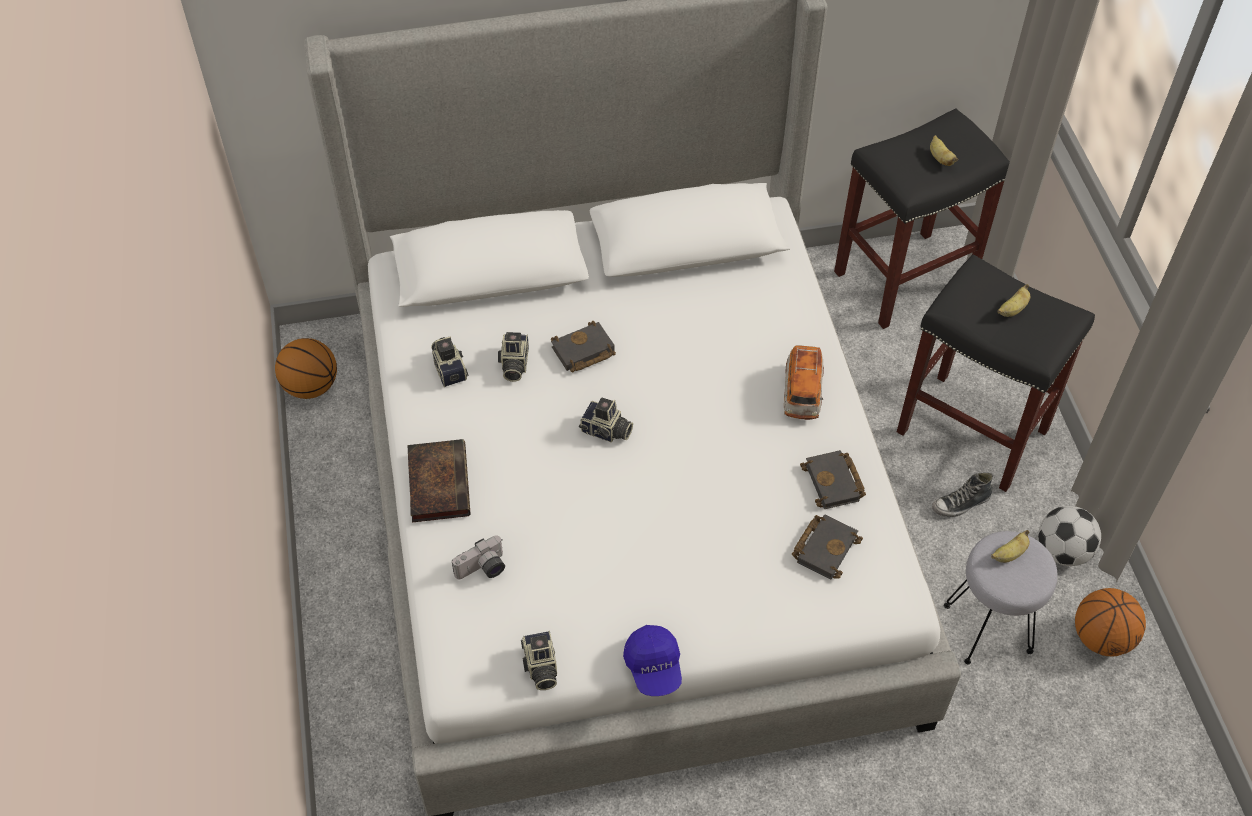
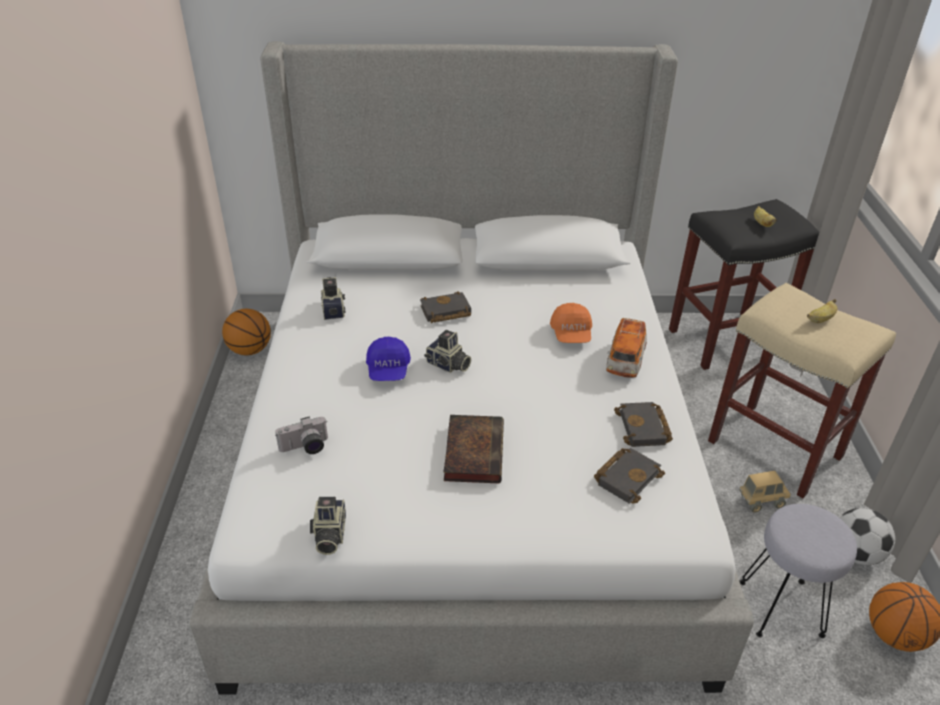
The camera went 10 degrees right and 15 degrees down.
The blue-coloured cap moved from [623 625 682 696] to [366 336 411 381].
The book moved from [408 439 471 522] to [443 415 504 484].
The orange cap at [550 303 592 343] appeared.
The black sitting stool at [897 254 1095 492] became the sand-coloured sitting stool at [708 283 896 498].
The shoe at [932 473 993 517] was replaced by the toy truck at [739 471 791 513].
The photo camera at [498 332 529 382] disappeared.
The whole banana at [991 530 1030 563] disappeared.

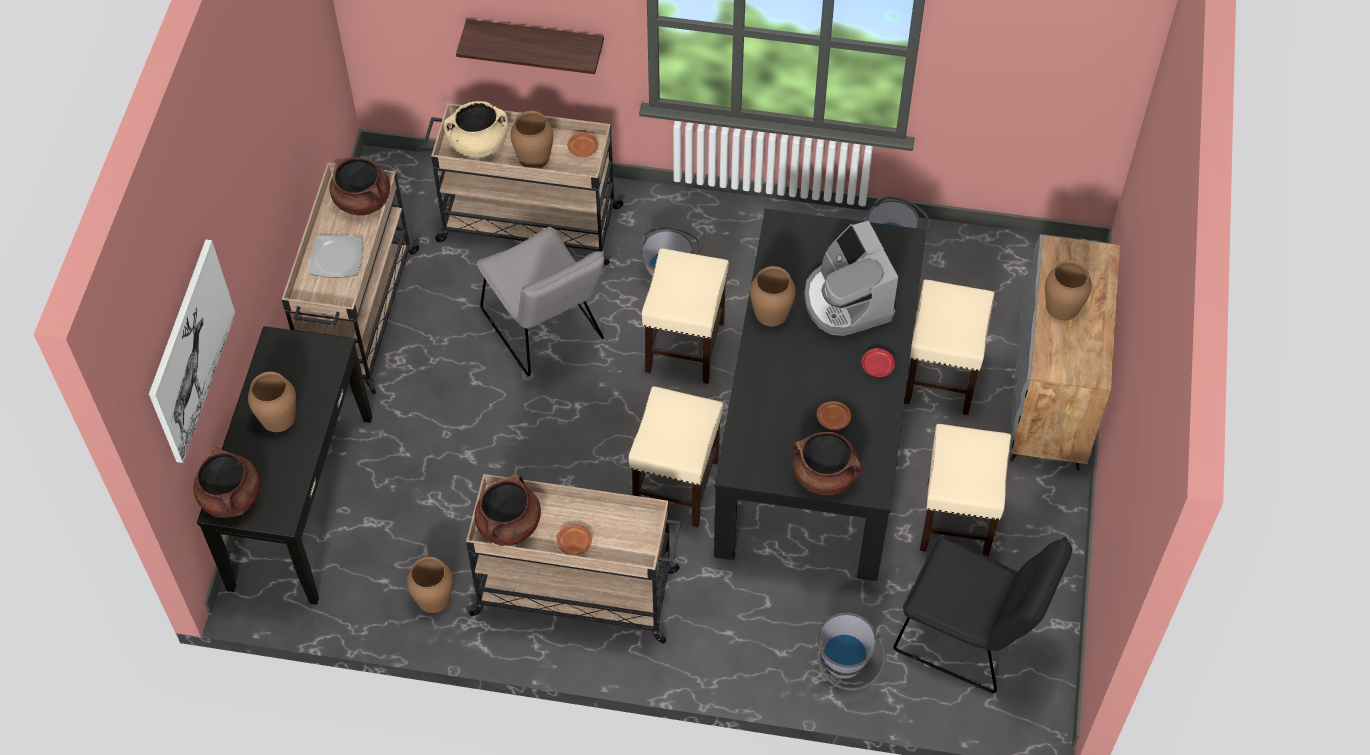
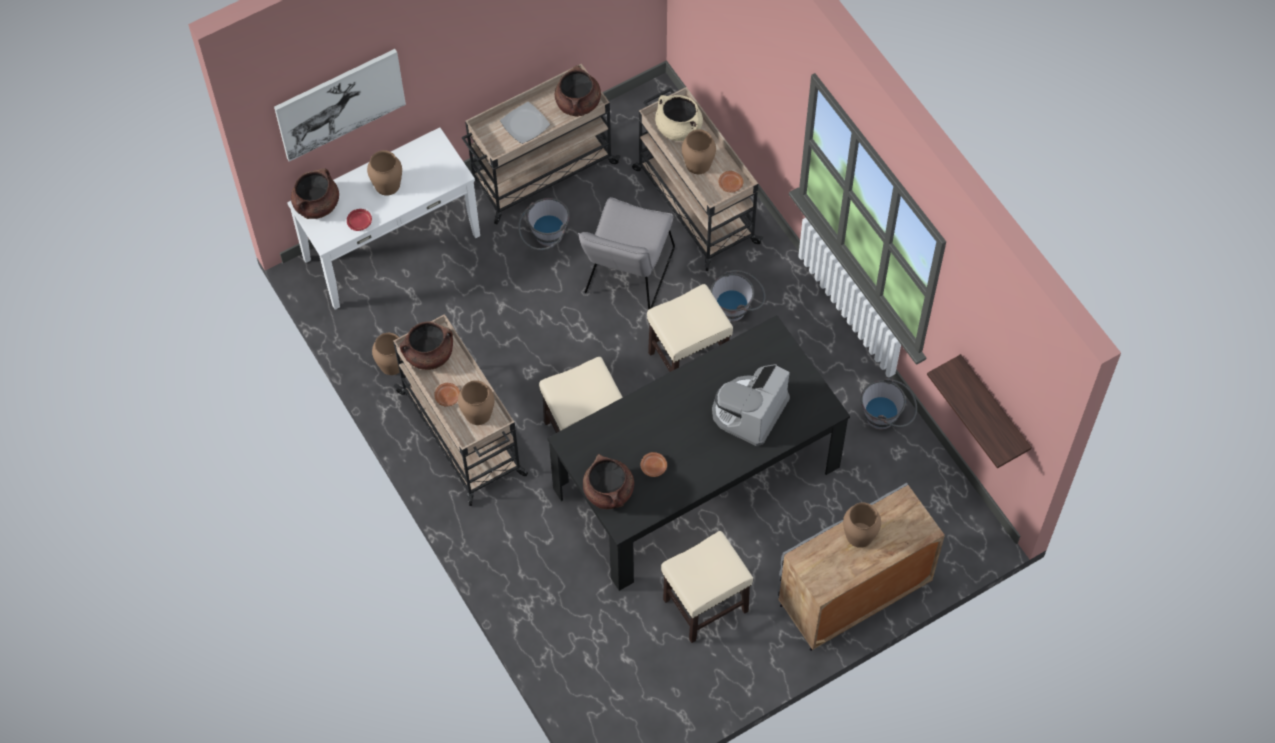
The camera went 50 degrees right and 5 degrees up.
The black console table at [197 326 372 605] became the white-coloured console table at [287 127 480 310].
The red dinner plate moved from [861 348 895 377] to [347 209 372 231].
The brownish decorative vase moved from [750 266 796 326] to [458 380 495 425].
The gray bucket moved from [817 612 886 691] to [518 198 570 250].
The bracket shelf moved from [456 19 604 74] to [927 354 1032 468].
The black plain chair at [893 536 1072 693] disappeared.
The sand-coloured sitting stool at [904 280 995 415] disappeared.

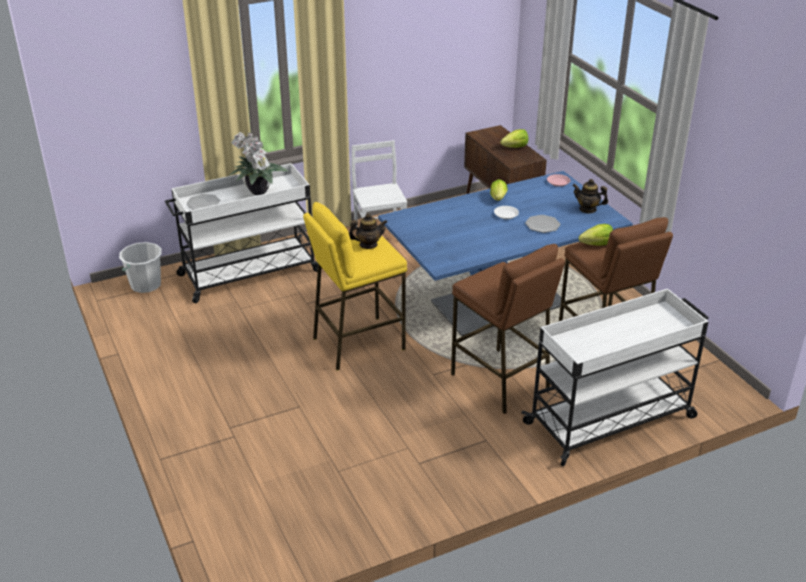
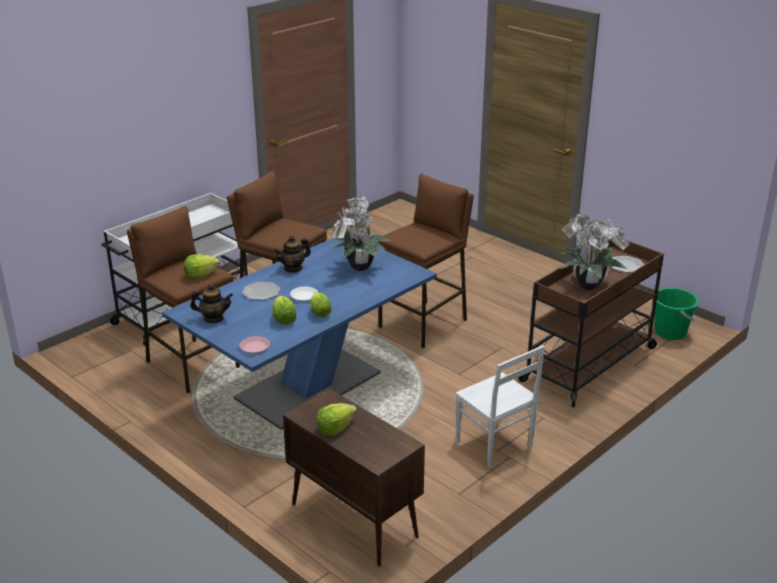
The camera went 160 degrees right and 5 degrees down.
The lettuce at [272 296 297 324] appeared.
The teapot moved from [349 213 387 249] to [274 236 311 273].
The houseplant at [330 195 391 271] appeared.
The yellow-coloured sitting stool at [303 202 407 371] became the brownish sitting stool at [378 174 474 348].
The white-coloured cart at [165 163 322 303] became the brownish cart at [518 238 664 407].
The white-coloured bucket at [119 242 162 293] became the green-coloured bucket at [655 288 699 340].

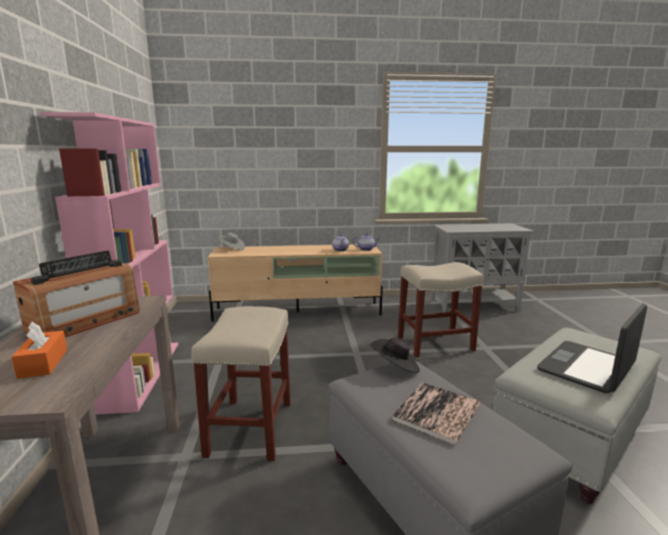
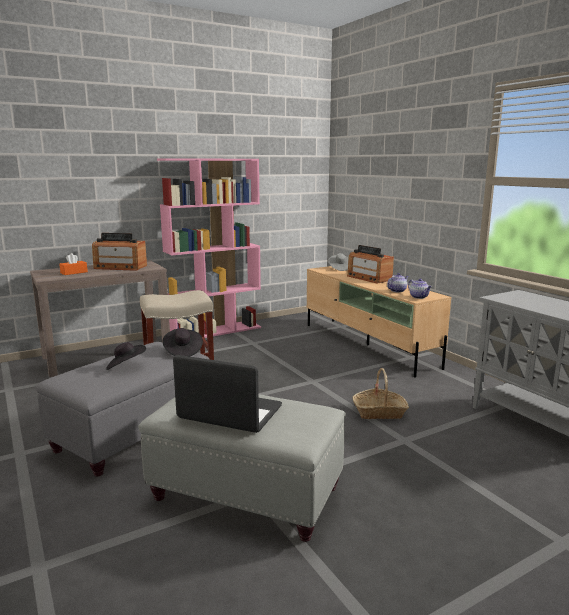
The camera went 65 degrees right and 0 degrees up.
The book at [391 382 480 445] was replaced by the black hat at [106 342 146 370].
The radio receiver at [347 245 394 284] appeared.
The sand-coloured sitting stool at [398 262 484 358] was replaced by the household basket at [352 368 409 419].

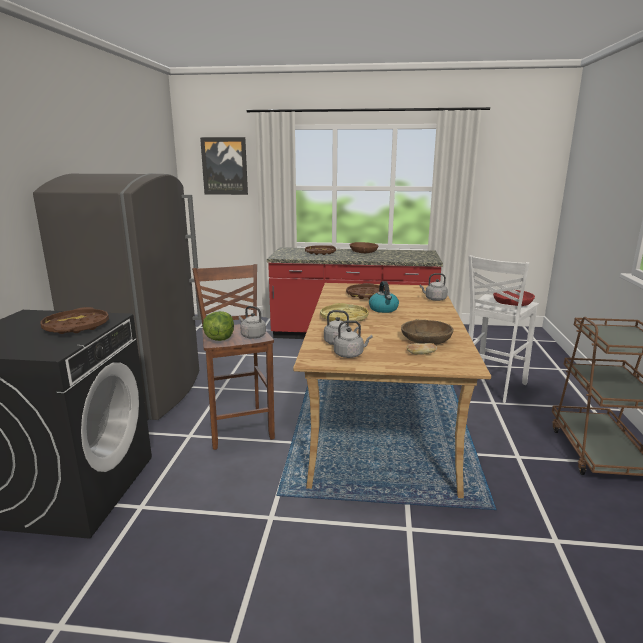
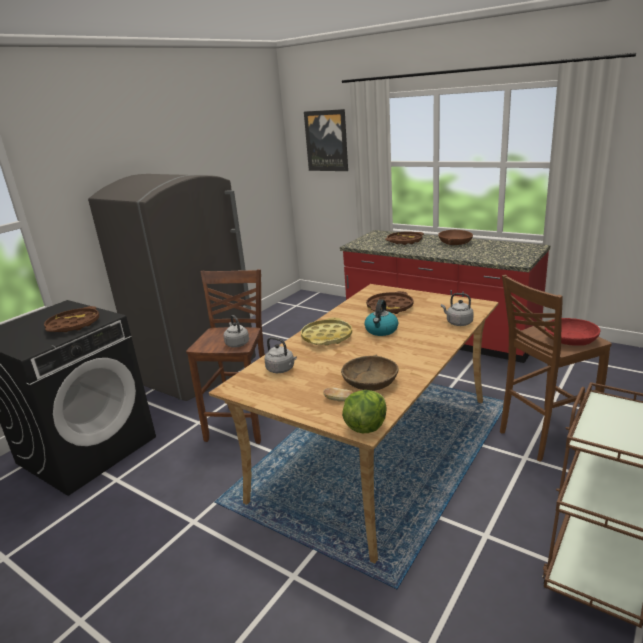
The camera went 30 degrees right and 5 degrees up.
The lettuce moved from [203 311 234 341] to [342 390 386 433].
The white-coloured sitting stool at [468 255 539 403] became the brownish sitting stool at [500 275 612 462].
The gray kettle at [334 320 373 358] disappeared.

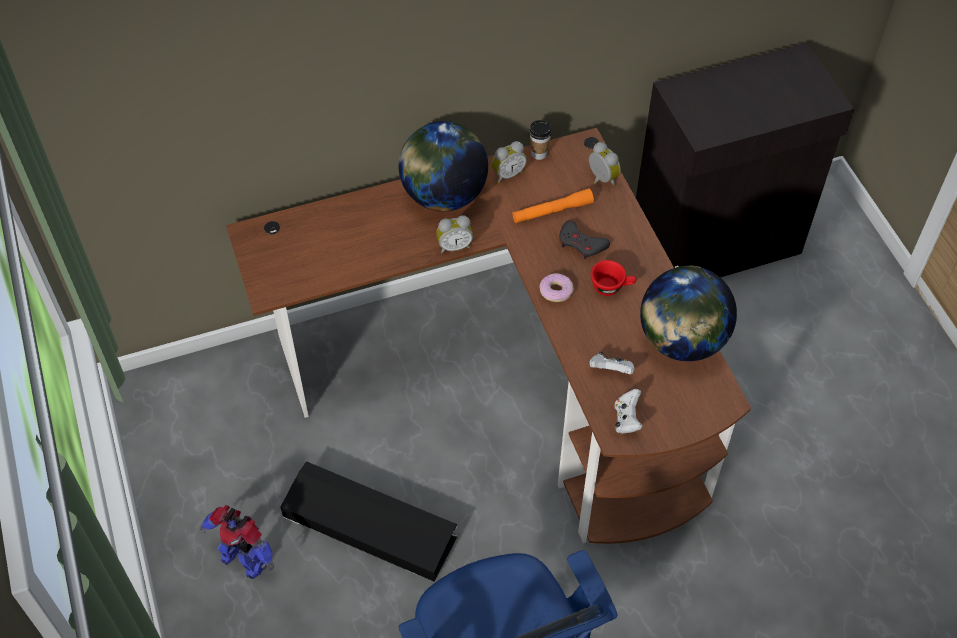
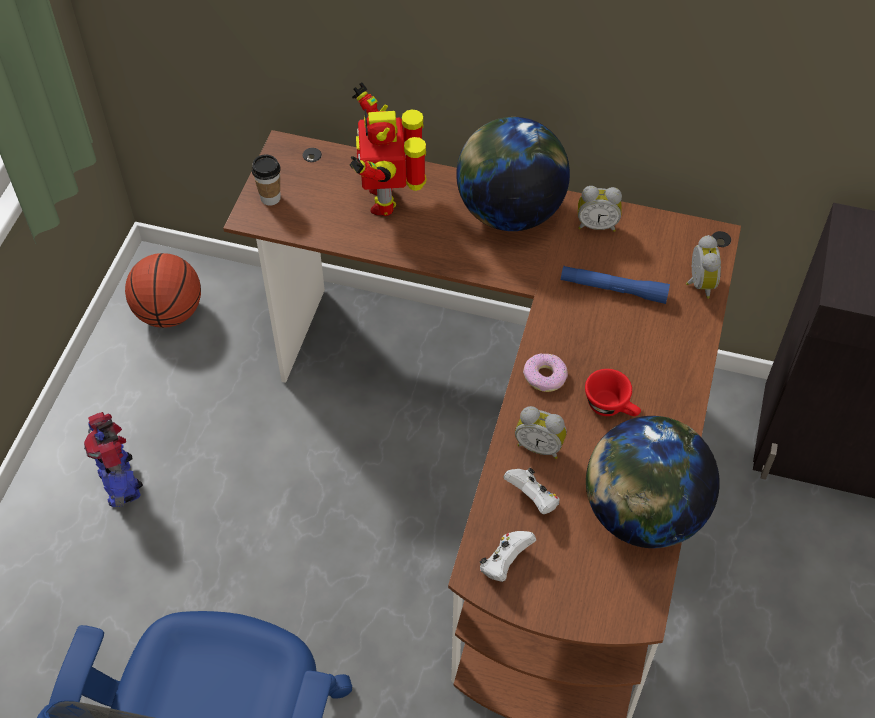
The camera went 35 degrees right and 0 degrees up.
The basketball at [125 253 201 328] appeared.
The cup moved from [529 120 552 160] to [252 154 281 206].
The model robot at [350 82 426 216] appeared.
The table clock moved from [436 215 473 254] to [515 406 567 459].
The orange hand torch at [512 188 594 223] became the blue-coloured hand torch at [561 266 670 304].
The black storage box at [280 461 459 582] disappeared.
The gray gamepad at [559 220 610 259] disappeared.

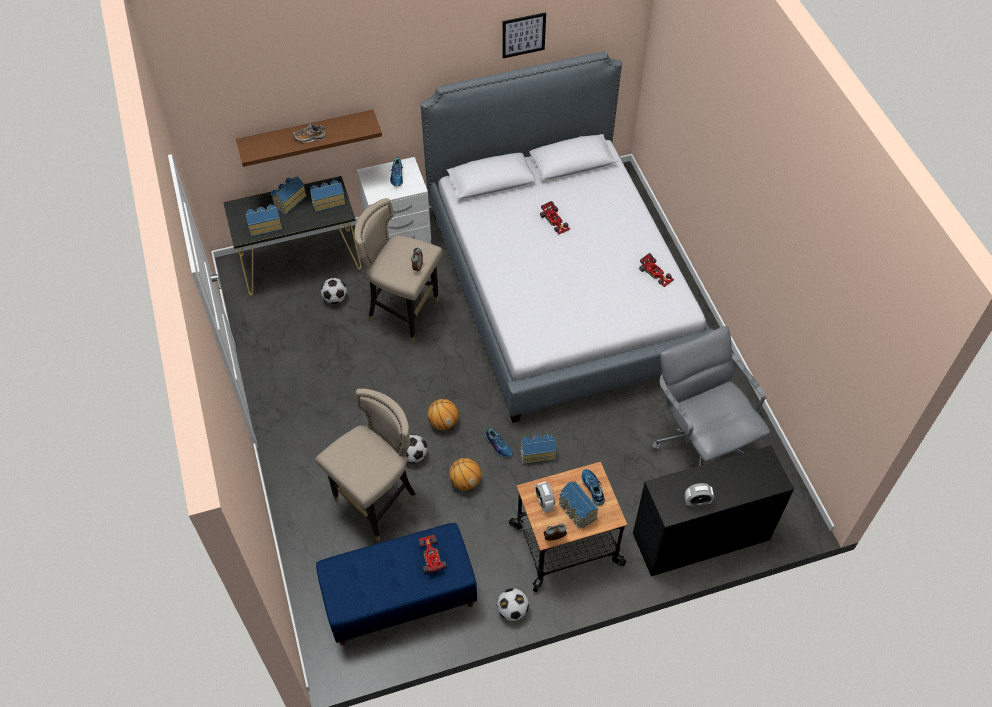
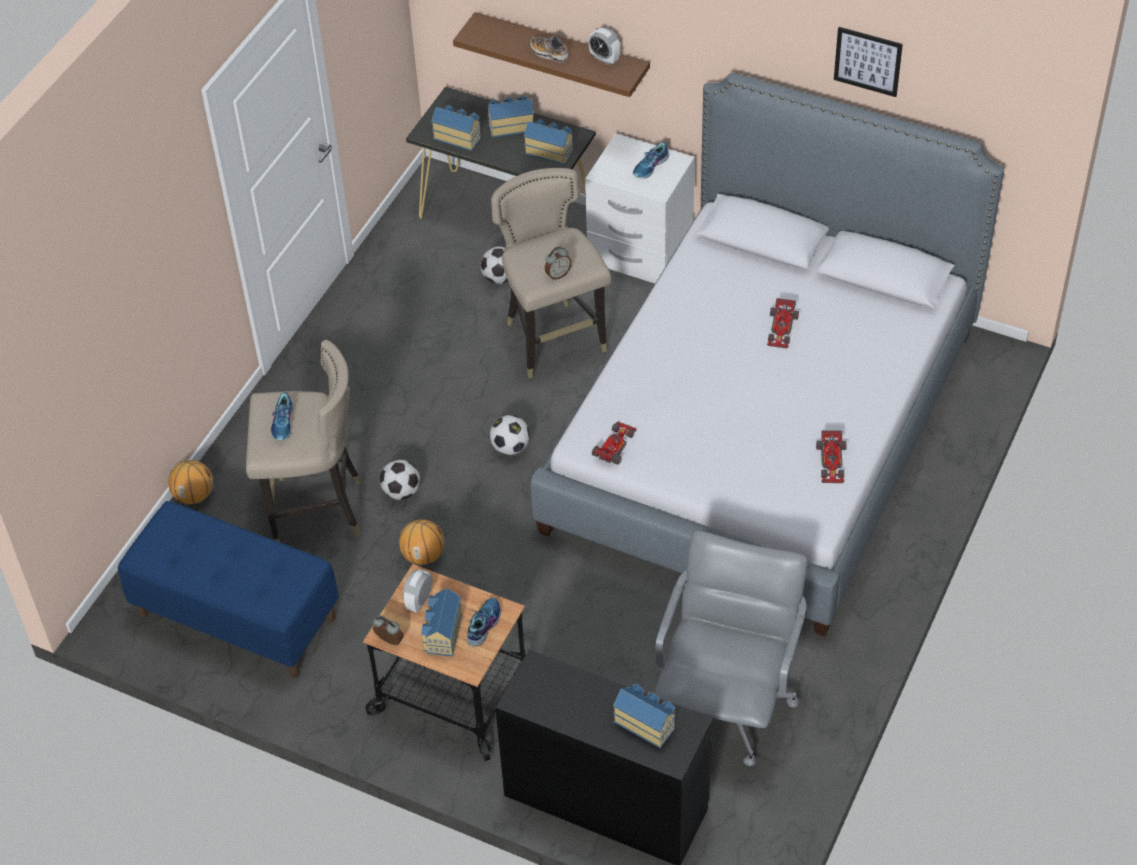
The camera went 45 degrees right and 5 degrees down.
The basketball moved from [427 399 459 430] to [168 460 213 504].
The shoe moved from [485 428 513 458] to [271 392 293 440].
The ball for football moved from [497 588 529 621] to [490 415 530 455].
The table clock moved from [685 483 714 506] to [588 27 620 65].
The toy car moved from [419 535 447 574] to [592 422 637 465].
The toy house moved from [520 434 557 464] to [613 684 676 748].

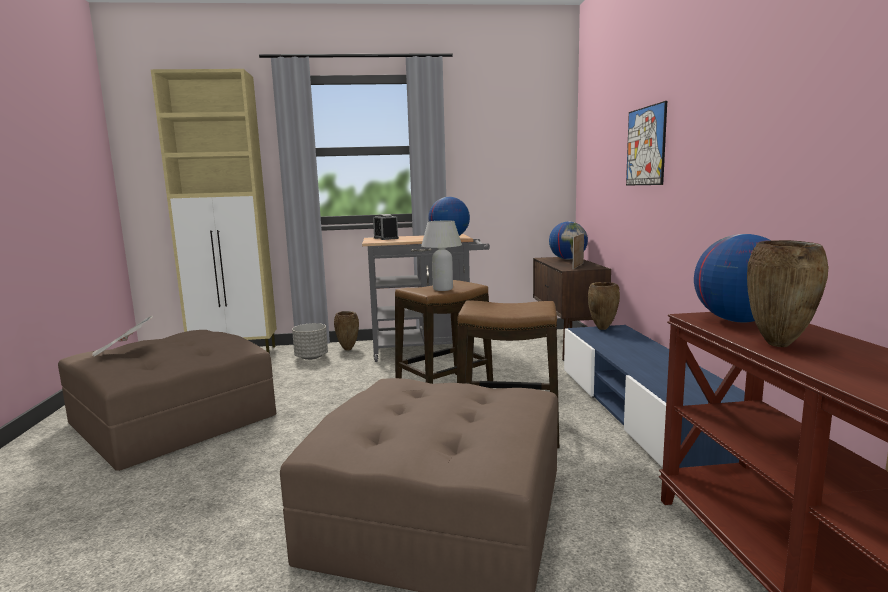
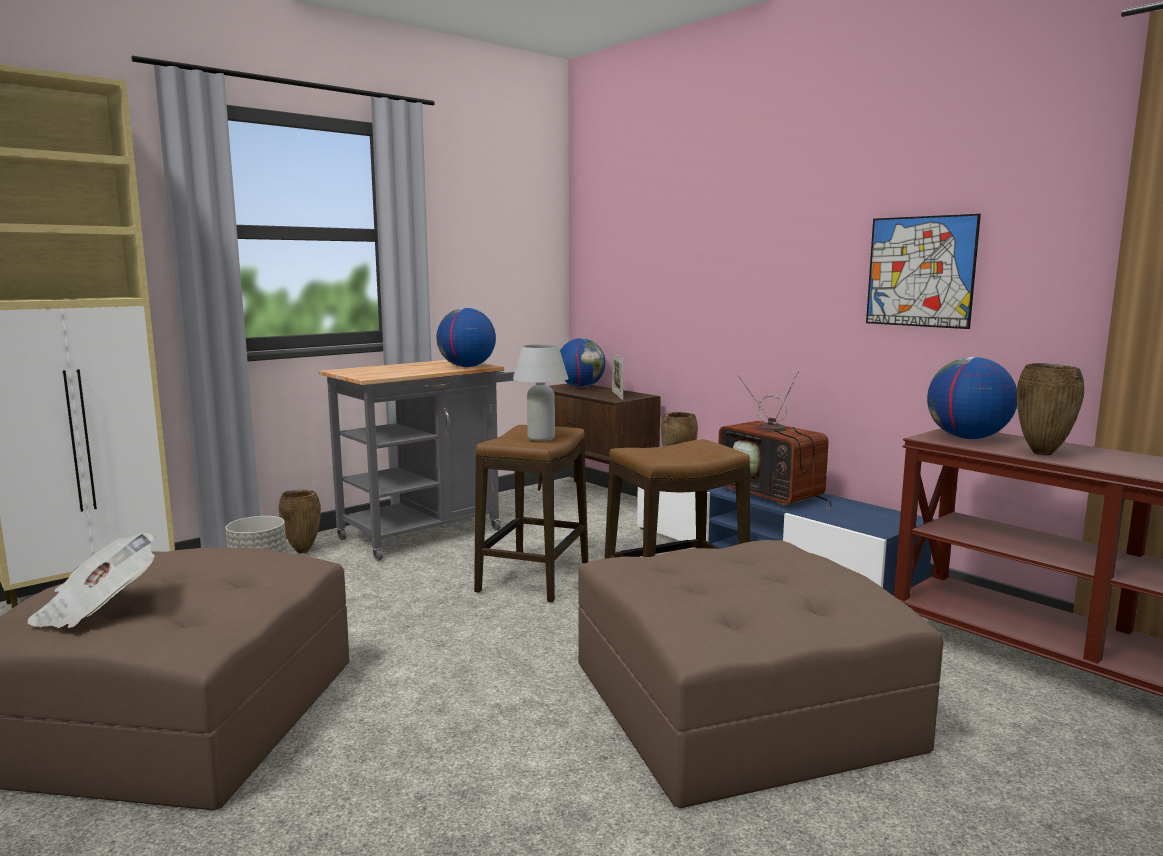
The camera went 35 degrees left and 0 degrees up.
The television at [718 371 832 510] appeared.
The wall art moved from [626 101 667 186] to [866 214 981 329].
The table clock at [373 214 399 240] disappeared.

